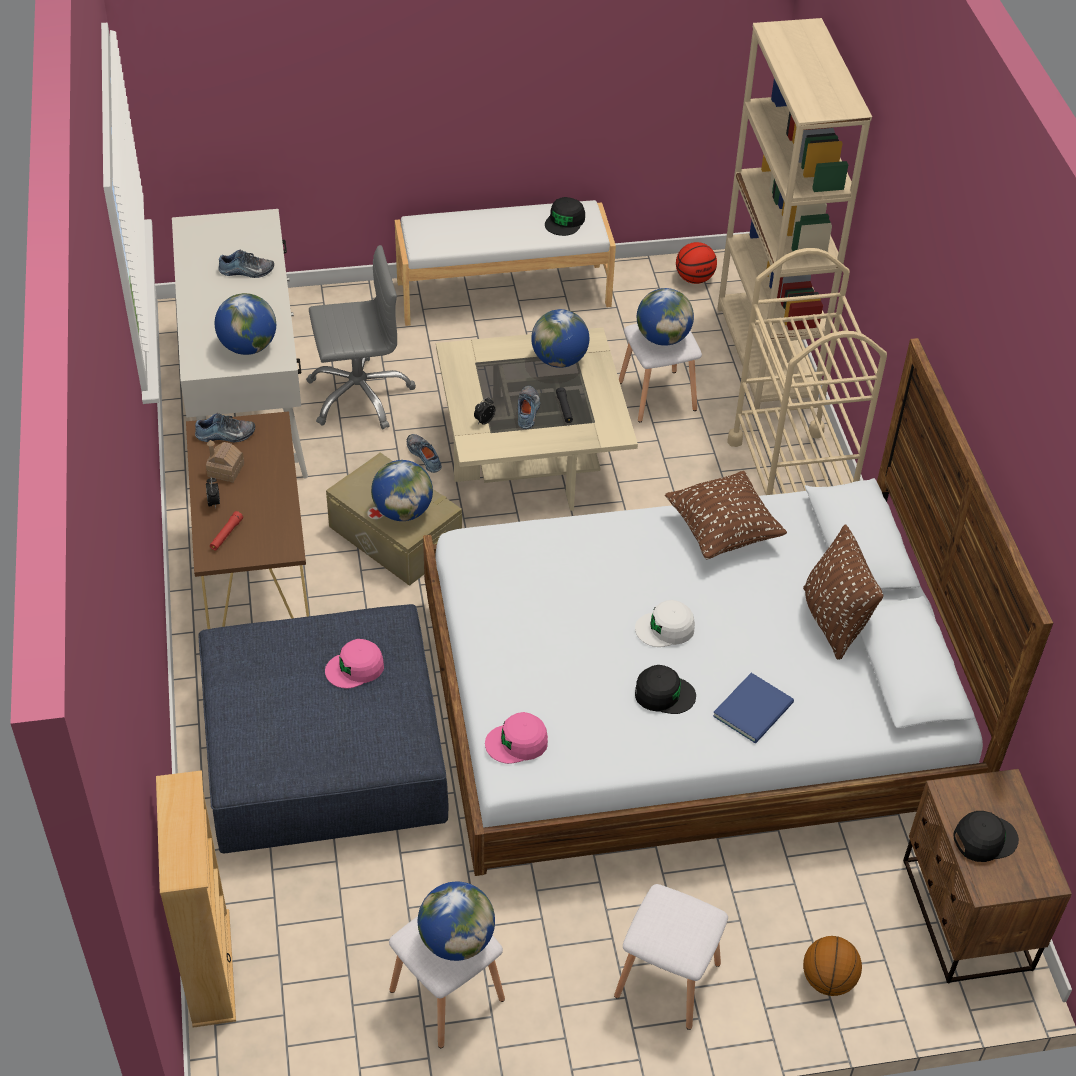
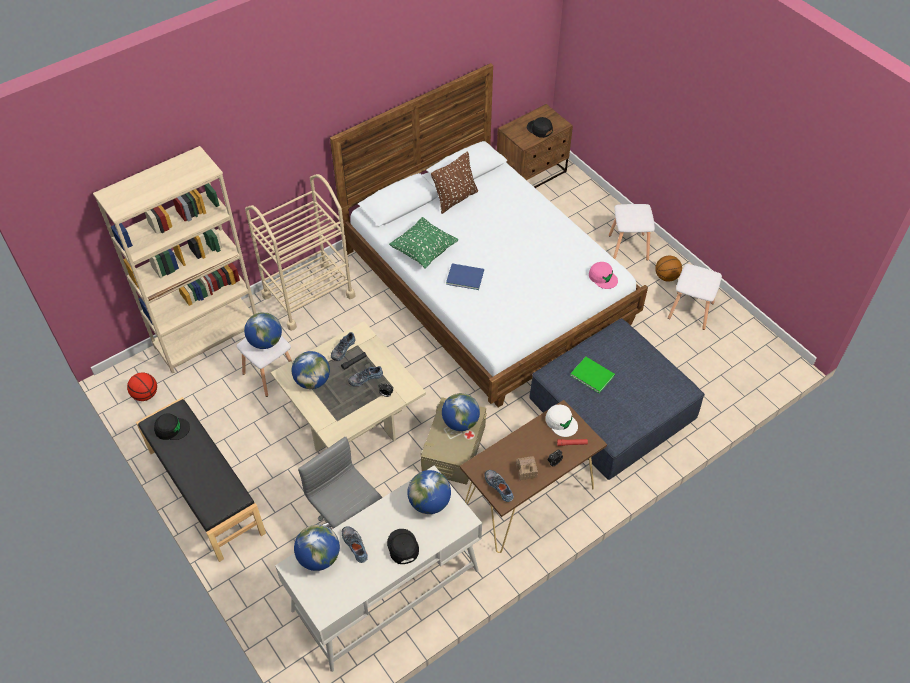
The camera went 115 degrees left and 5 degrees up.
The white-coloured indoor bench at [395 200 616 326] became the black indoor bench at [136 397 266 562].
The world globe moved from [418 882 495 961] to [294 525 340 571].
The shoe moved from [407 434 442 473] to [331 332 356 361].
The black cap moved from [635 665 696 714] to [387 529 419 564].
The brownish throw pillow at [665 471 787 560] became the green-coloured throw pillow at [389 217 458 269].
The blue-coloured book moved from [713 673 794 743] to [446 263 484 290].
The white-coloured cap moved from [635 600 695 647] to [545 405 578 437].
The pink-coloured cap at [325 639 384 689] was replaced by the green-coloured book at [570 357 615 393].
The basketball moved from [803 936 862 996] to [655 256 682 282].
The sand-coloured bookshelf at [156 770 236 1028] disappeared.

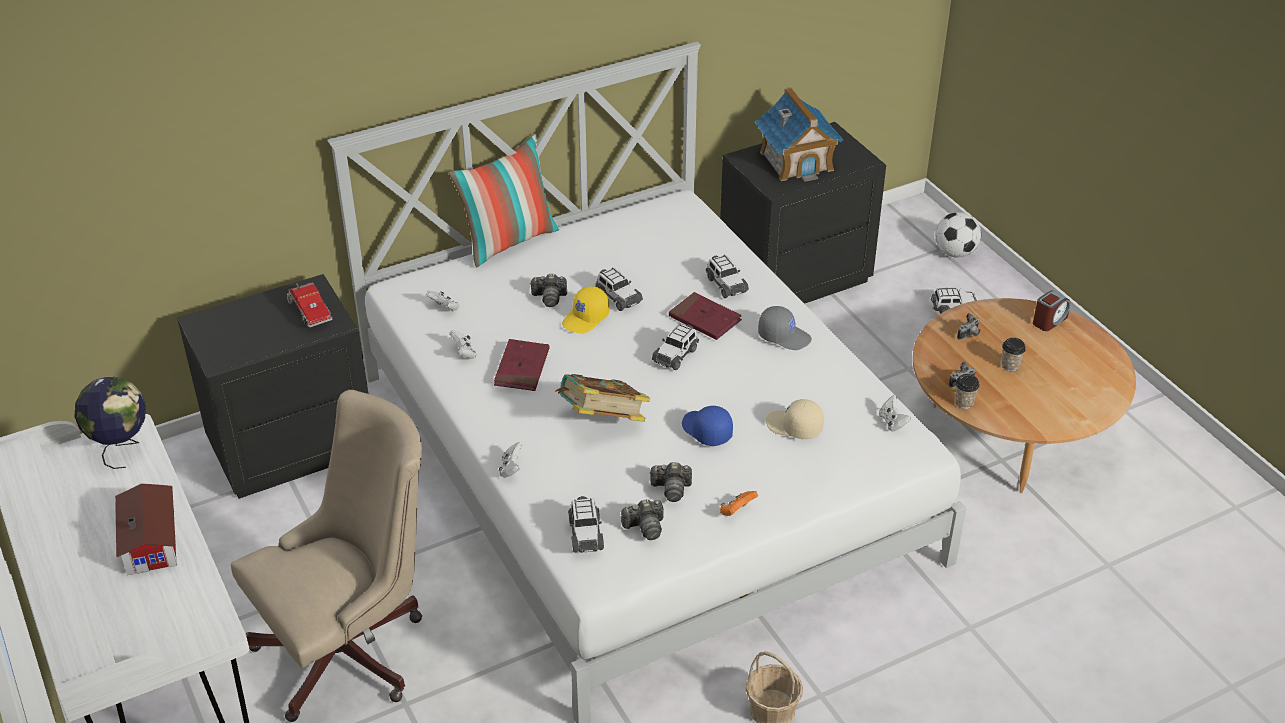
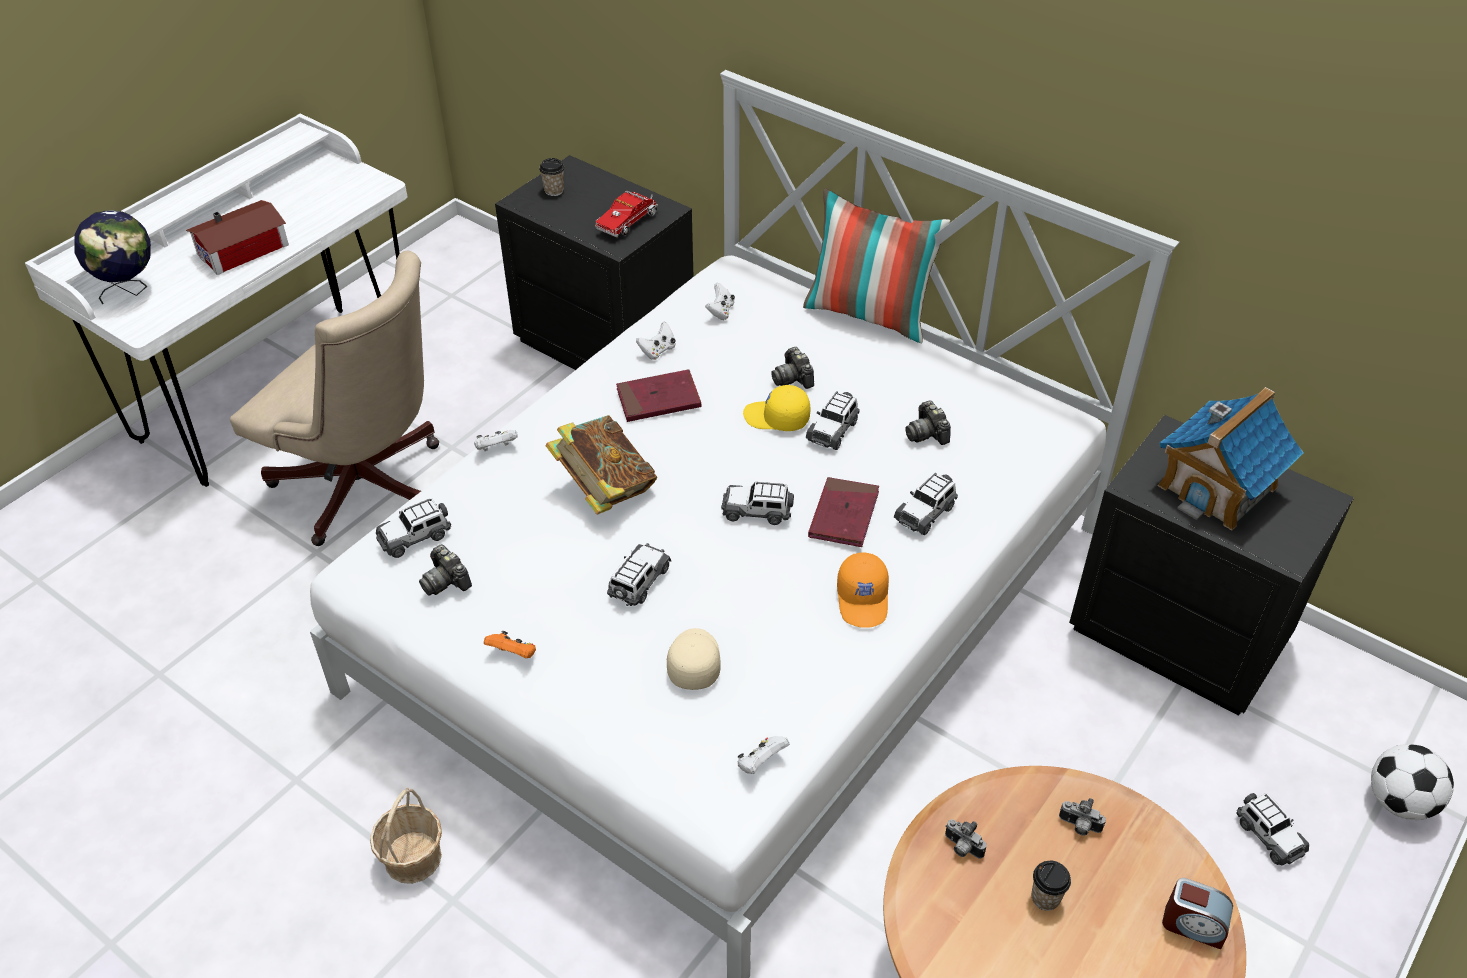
The camera went 65 degrees right and 5 degrees up.
The world globe moved from [75 377 146 469] to [74 210 151 304].
The cup moved from [955 374 980 409] to [539 158 565 196].
The blue-coloured cap at [682 405 733 446] was replaced by the toy car at [607 543 671 606].
The gray cap at [758 306 812 350] became the orange cap at [837 553 889 628].
The photo camera moved from [649 462 692 502] to [906 400 951 445].

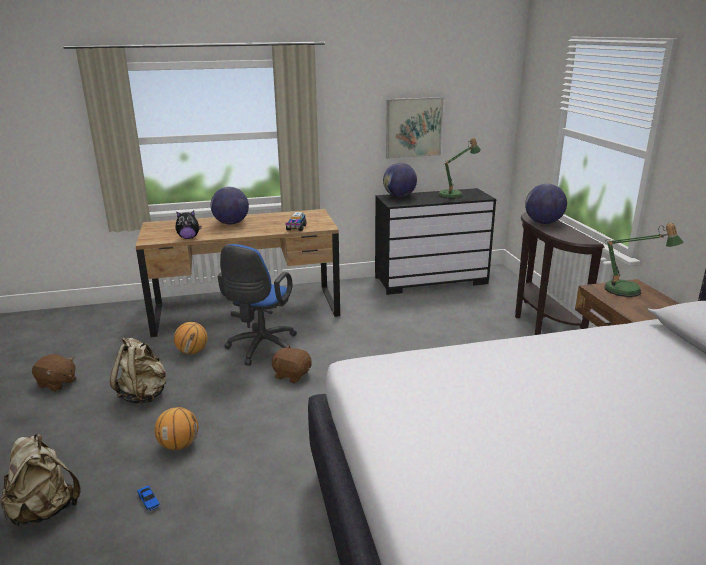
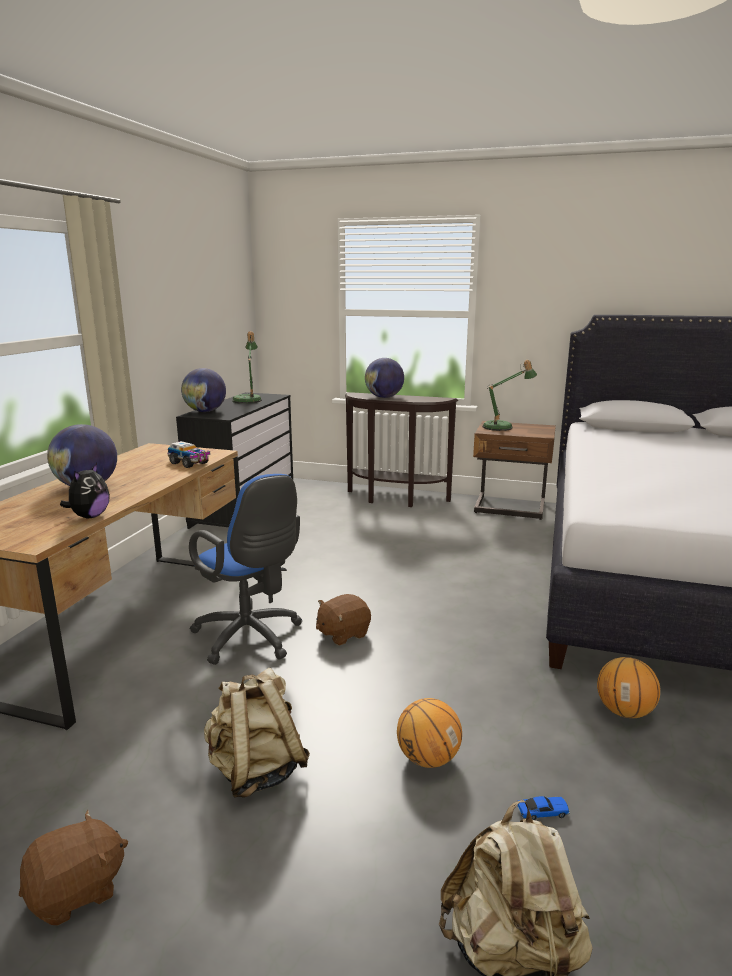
The camera went 60 degrees left and 5 degrees down.
The basketball moved from [174 322 208 354] to [597 657 661 718].
The wall art at [386 97 444 159] disappeared.

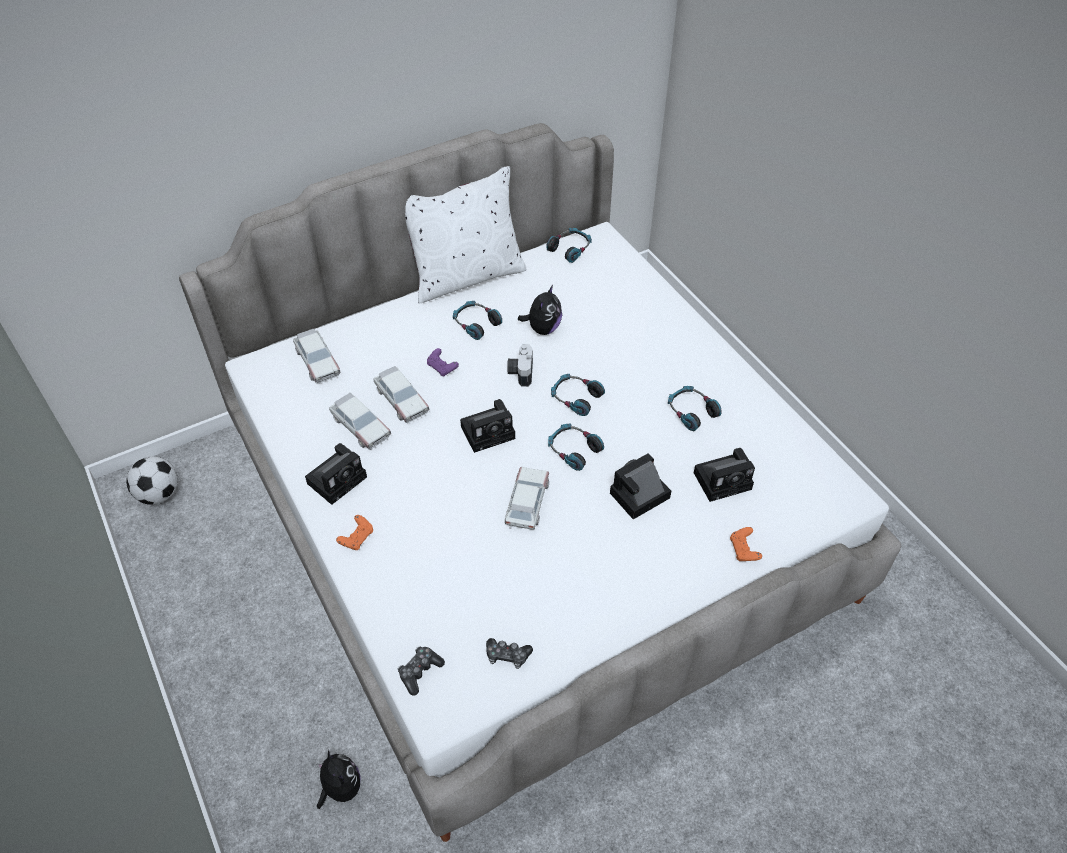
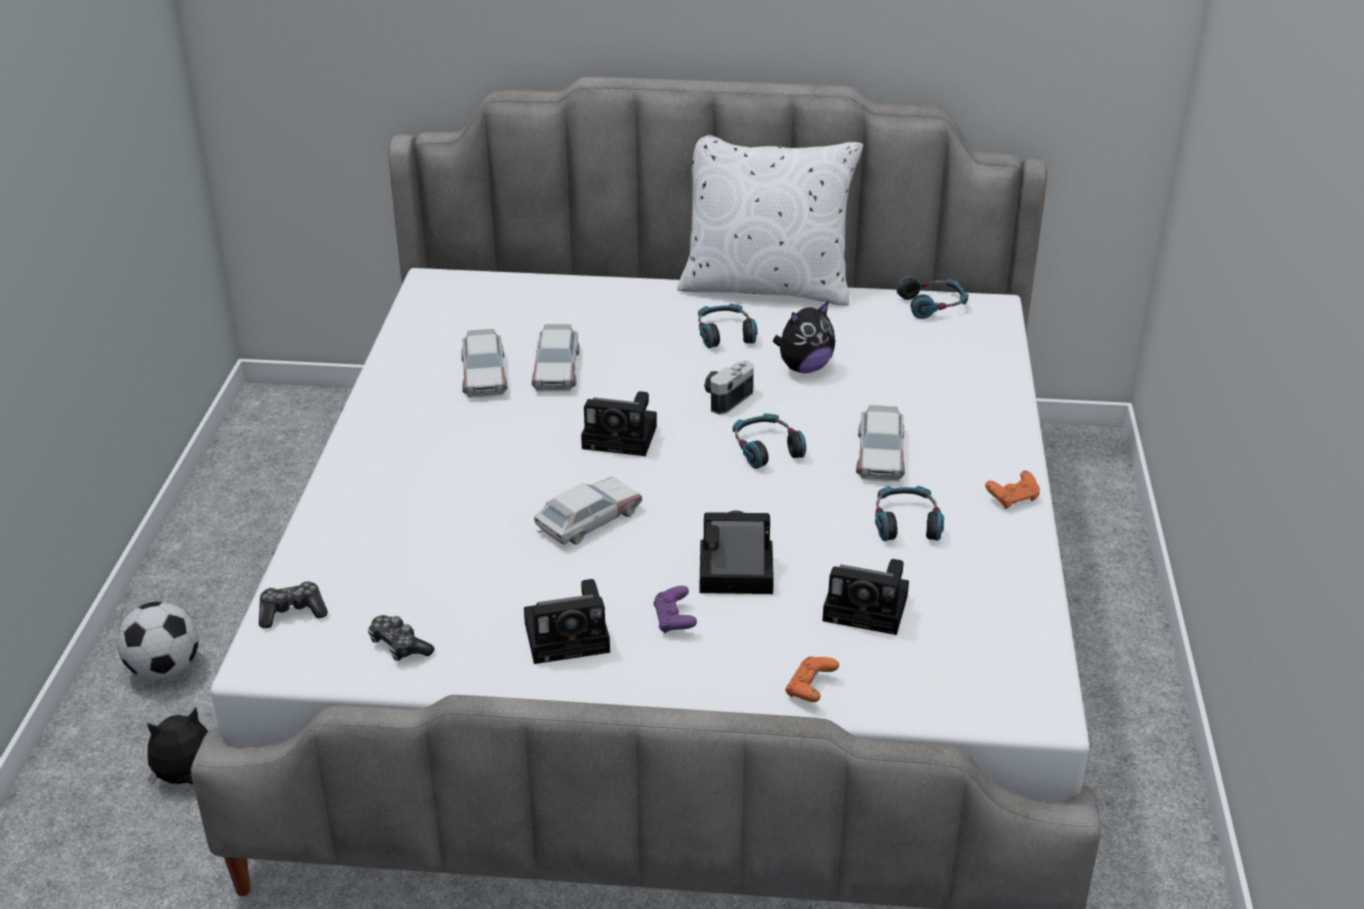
The camera went 35 degrees right and 15 degrees down.
The ball for football moved from [126 457 178 505] to [117 602 199 680].
The cuddly toy at [317 750 361 809] turned 120 degrees counterclockwise.
The photo camera moved from [305 443 367 505] to [524 579 610 664].
The purple gamepad moved from [427 348 459 377] to [653 586 697 634].
The toy car moved from [293 329 341 384] to [856 405 905 482].
The orange gamepad moved from [336 515 373 550] to [985 470 1040 509].
The pair of headphones at [548 423 604 471] disappeared.

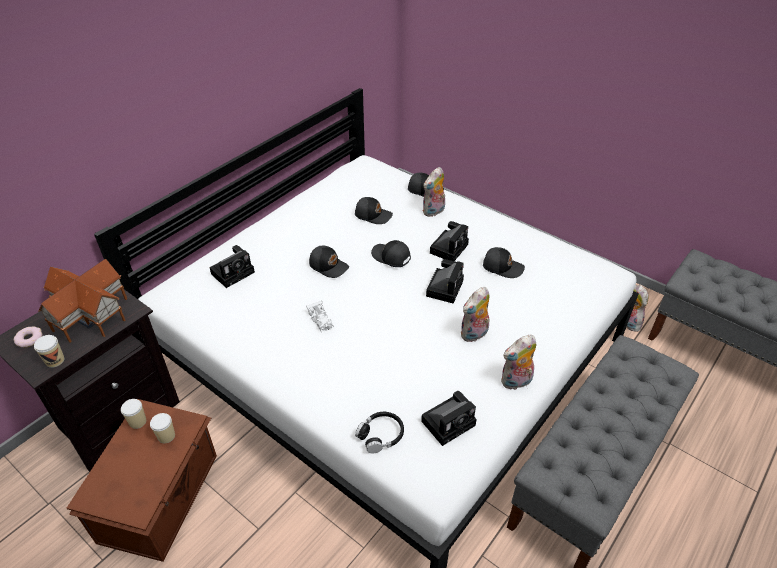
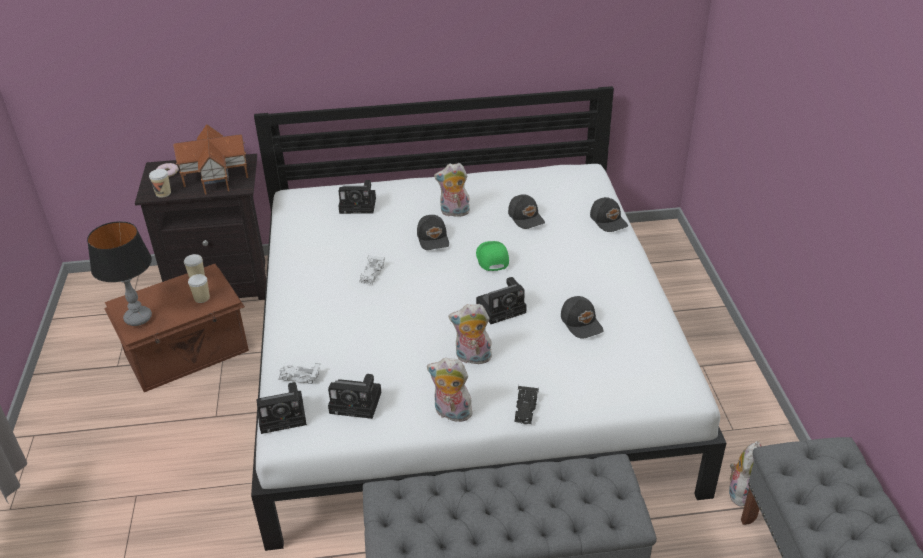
The camera went 45 degrees right and 5 degrees down.
The lamp for a table at [87 221 152 326] appeared.
The photo camera moved from [430 221 469 261] to [256 382 307 434].
The black pair of headphones at [355 412 404 453] was replaced by the white-coloured toy car at [278 363 321 384].
The cuddly toy moved from [422 167 445 217] to [434 163 471 217].
The black cap at [371 240 411 267] became the green-coloured cap at [476 241 509 271].
The black toy car at [515 385 539 424] appeared.

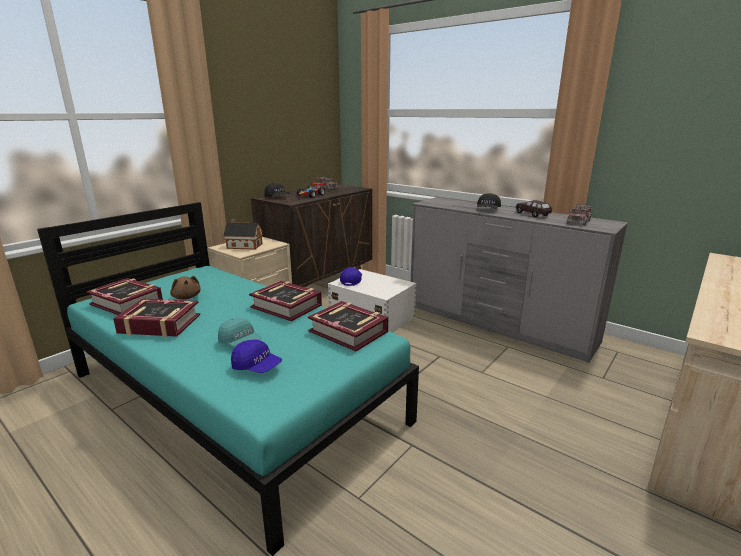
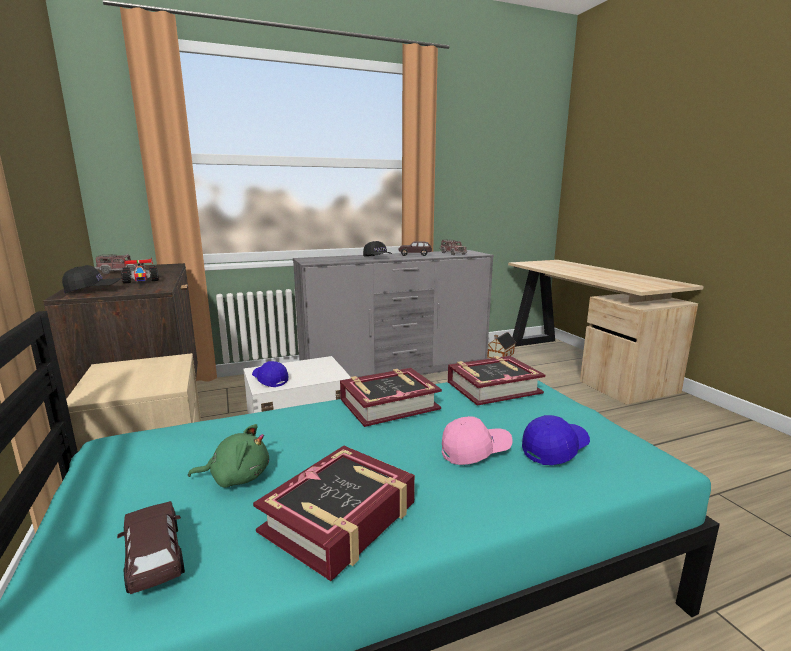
The camera went 60 degrees left and 5 degrees down.
The book at [86 278 163 315] was replaced by the brownish toy car at [117 501 185 594].
The brownish cuddly toy at [170 276 200 300] became the green-coloured cuddly toy at [188 424 269 488].
The turquoise-coloured cap at [218 318 261 347] became the pink-coloured cap at [442 416 513 465].
The toy house moved from [223 219 263 250] to [487 332 516 358].

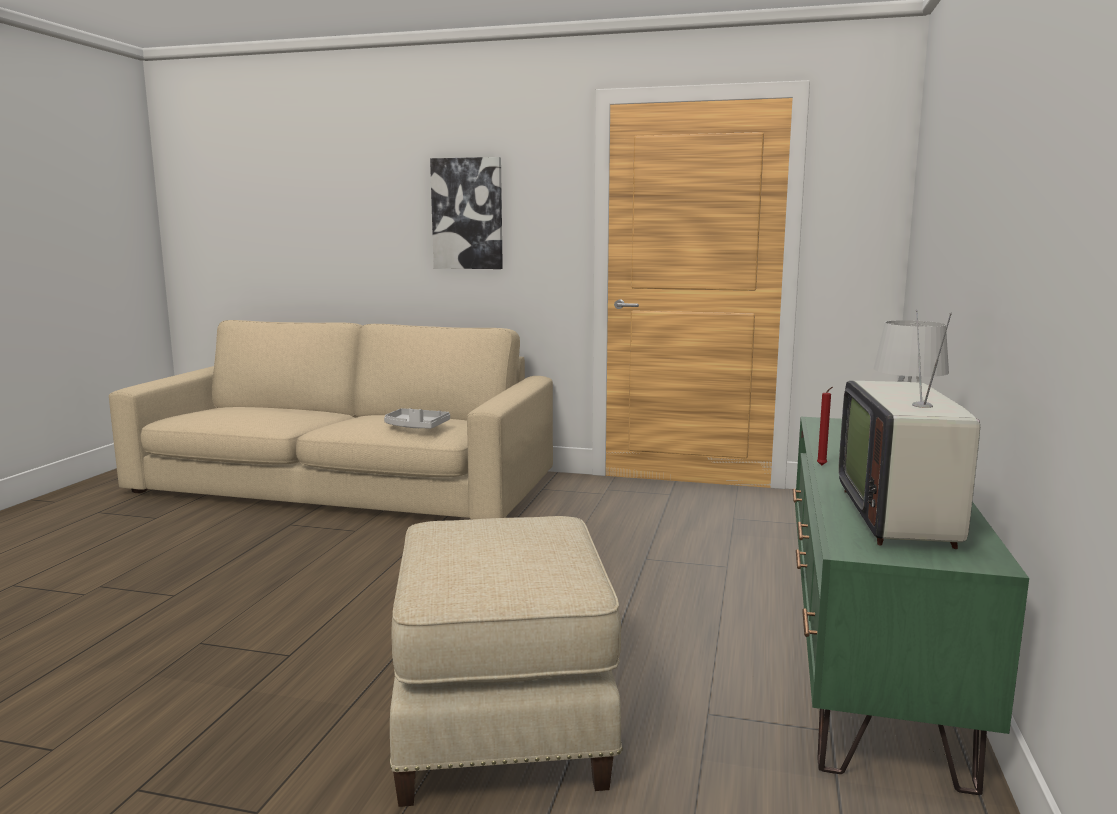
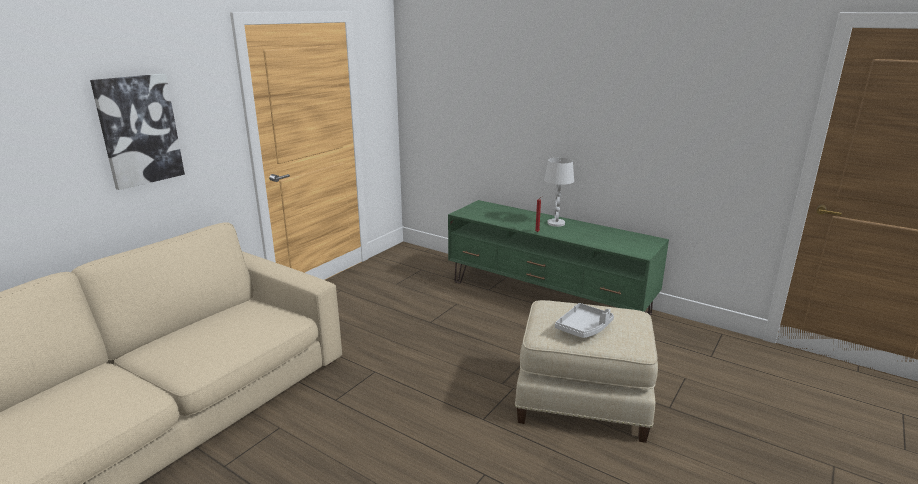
The camera went 70 degrees left and 10 degrees up.
The gray carrying tray moved from [384 408 450 429] to [555 303 614 338].
The television at [838 310 980 549] disappeared.

